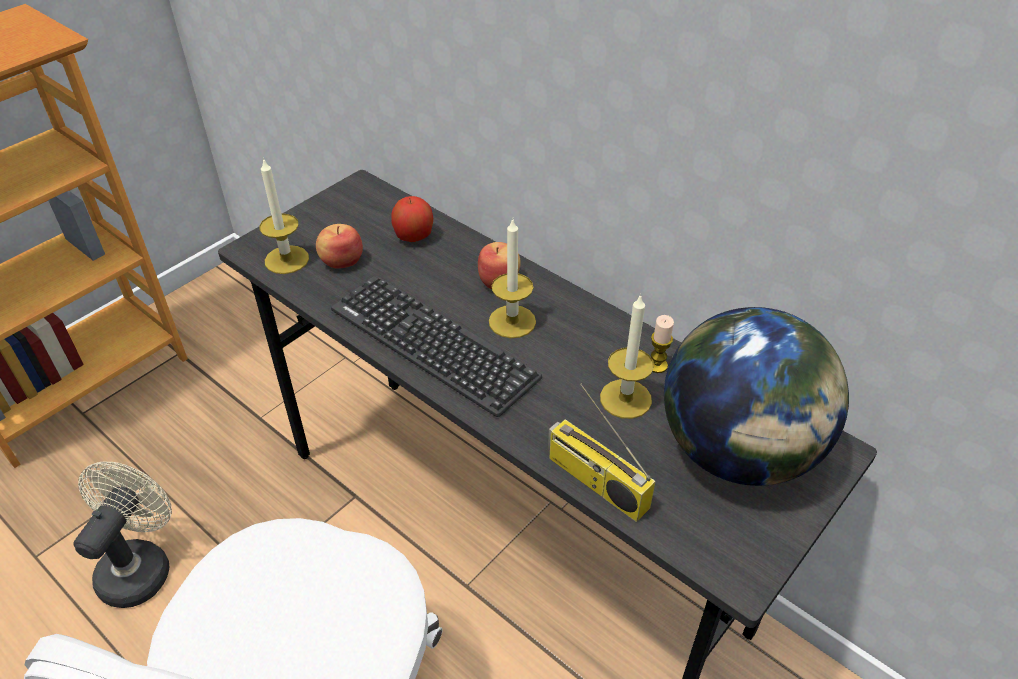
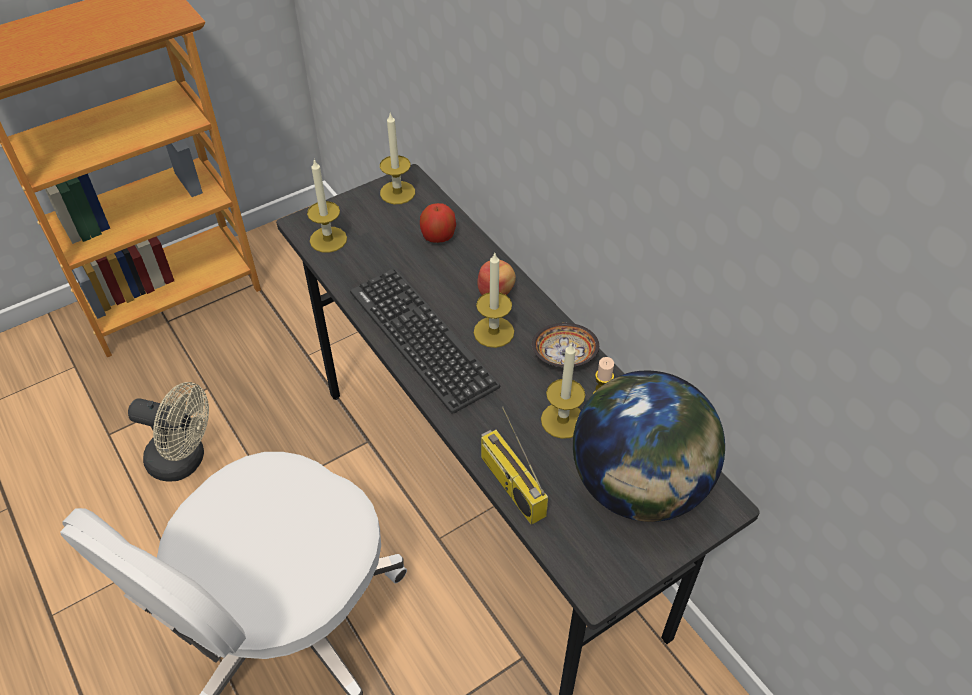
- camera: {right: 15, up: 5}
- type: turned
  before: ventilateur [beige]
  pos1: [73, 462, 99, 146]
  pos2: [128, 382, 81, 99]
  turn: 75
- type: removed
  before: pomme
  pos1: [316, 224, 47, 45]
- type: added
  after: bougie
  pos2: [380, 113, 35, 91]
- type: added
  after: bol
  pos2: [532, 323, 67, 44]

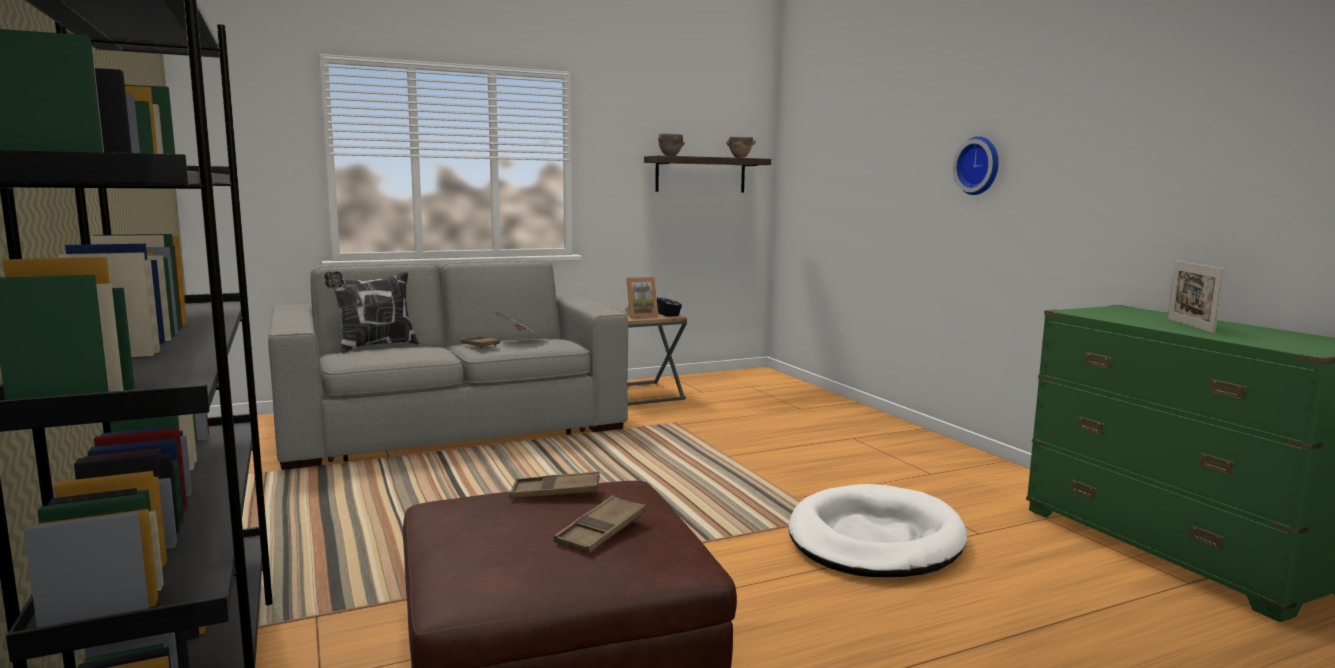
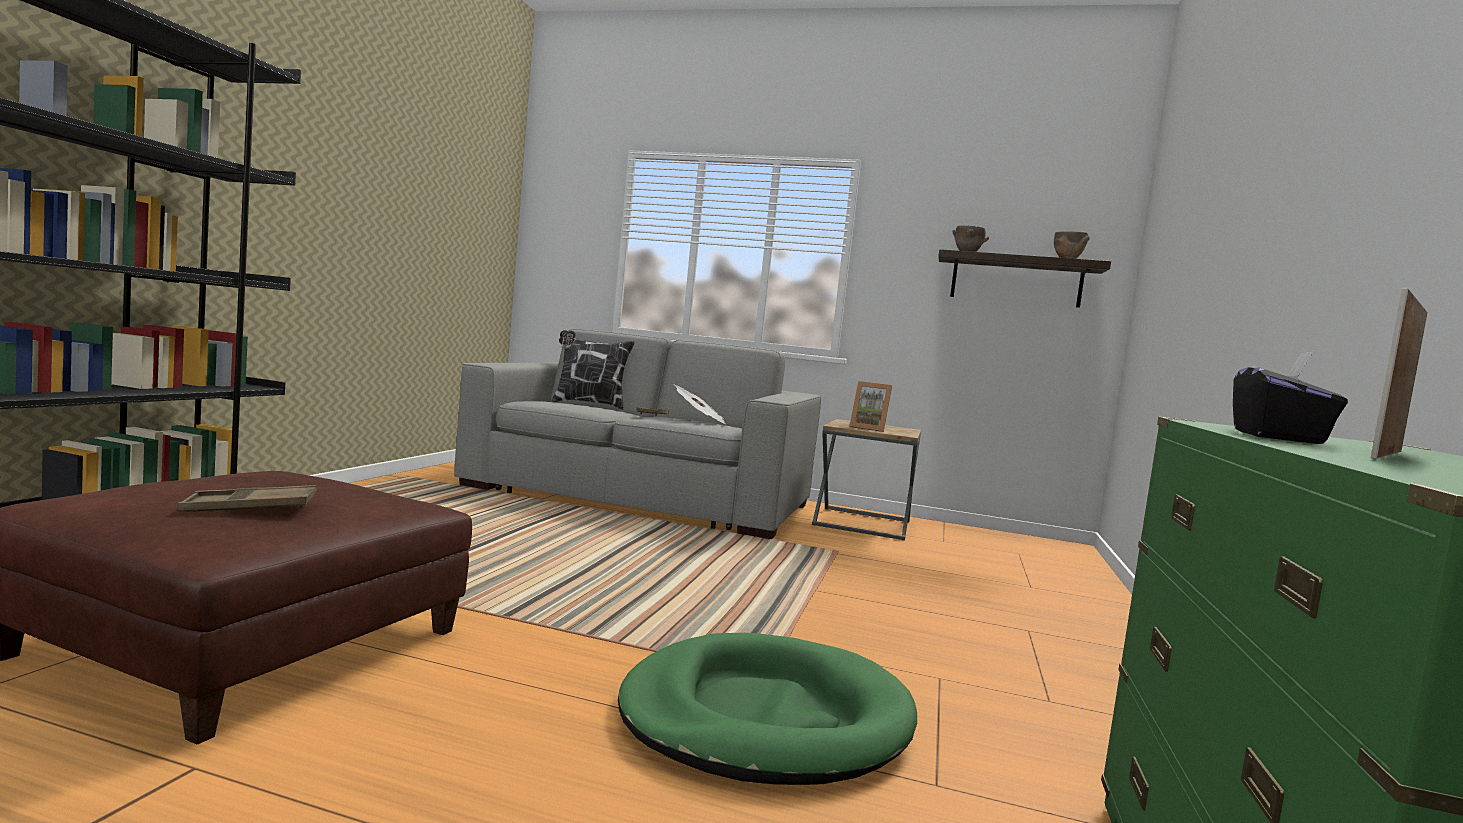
- camera: {right: 40, up: -5}
- type: removed
  before: plateau [marron]
  pos1: [509, 471, 91, 28]
- type: moved
  before: boîte à mouchoirs [noir]
  pos1: [657, 292, 25, 25]
  pos2: [1233, 351, 115, 93]
- type: recoloured
  before: panier pour chien [blanc]
  after: panier pour chien [vert]
  pos1: [789, 484, 178, 93]
  pos2: [618, 633, 299, 152]
- type: removed
  before: horloge murale
  pos1: [953, 136, 46, 59]

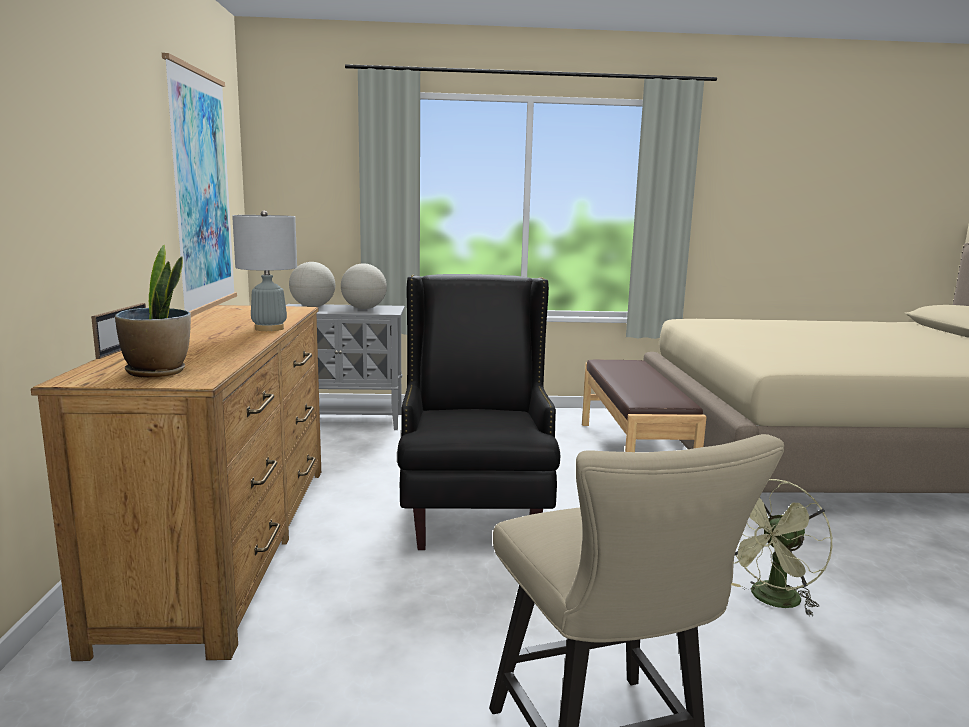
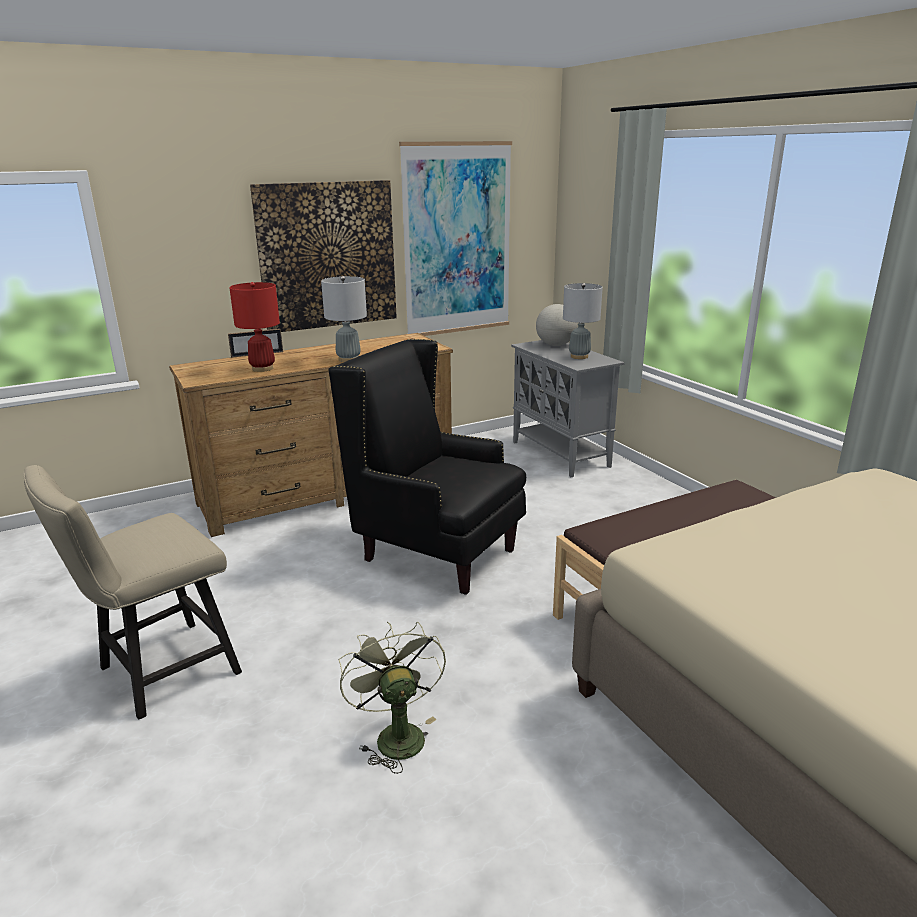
- camera: {right: 65, up: 10}
- type: removed
  before: plante en pot
  pos1: [115, 245, 76, 133]
- type: replaced
  before: globe
  after: lampe de table [gris]
  pos1: [341, 263, 46, 46]
  pos2: [563, 283, 40, 76]
- type: turned
  before: fauteuil [noir]
  pos1: [397, 274, 163, 276]
  pos2: [328, 339, 198, 256]
  turn: -120
- type: turned
  before: ventilateur [vert]
  pos1: [731, 479, 102, 137]
  pos2: [339, 622, 107, 152]
  turn: 45
- type: added
  after: lampe de table [rouge]
  pos2: [229, 282, 51, 90]
- type: added
  after: tableau
  pos2: [250, 180, 147, 152]

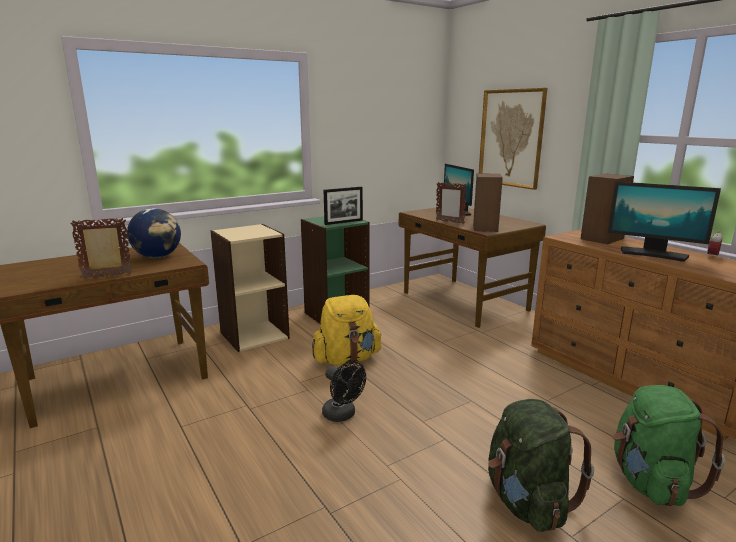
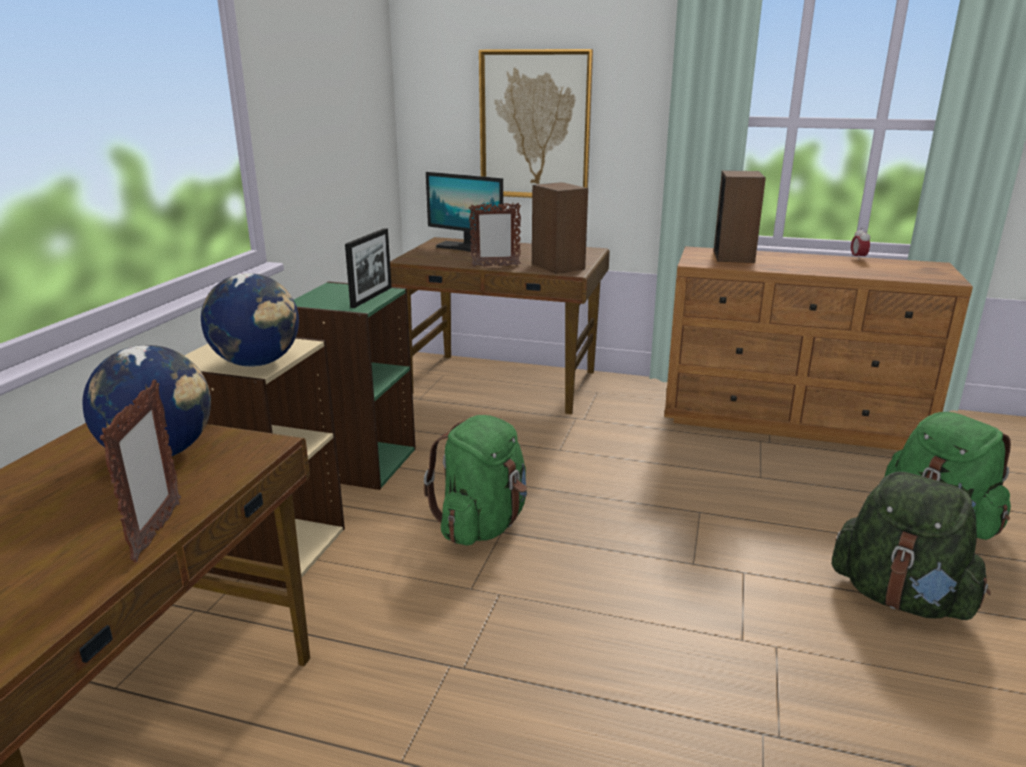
- camera: {right: -40, up: 5}
- type: turned
  before: cadre photo
  pos1: [70, 218, 62, 61]
  pos2: [100, 380, 81, 182]
  turn: 150
- type: recoloured
  before: sac à dos [jaune]
  after: sac à dos [vert]
  pos1: [312, 295, 70, 71]
  pos2: [424, 415, 103, 131]
- type: removed
  before: ventilateur [noir]
  pos1: [322, 361, 44, 61]
- type: removed
  before: écran d'ordinateur
  pos1: [608, 181, 113, 81]
- type: added
  after: globe
  pos2: [201, 273, 98, 94]

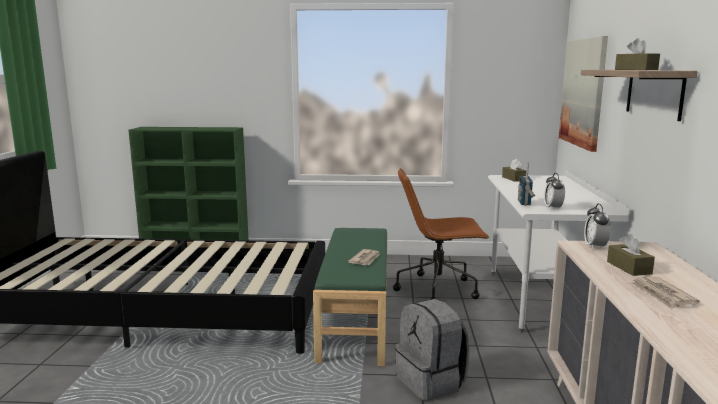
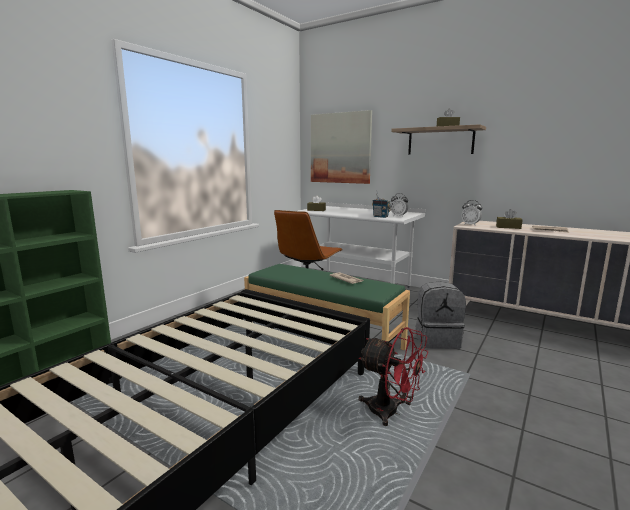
- camera: {right: -60, up: 0}
- type: added
  after: ventilateur [rouge]
  pos2: [359, 327, 69, 99]

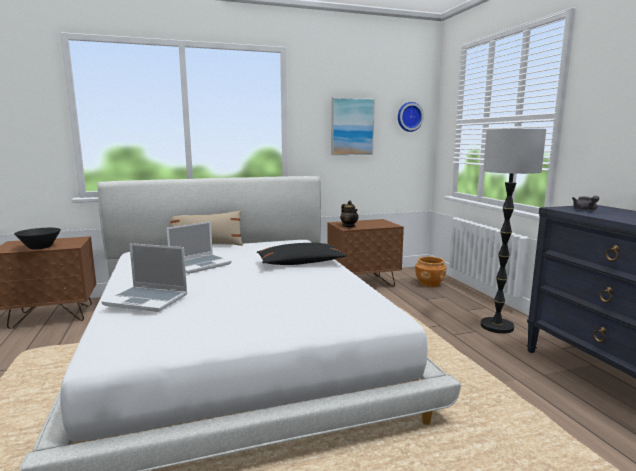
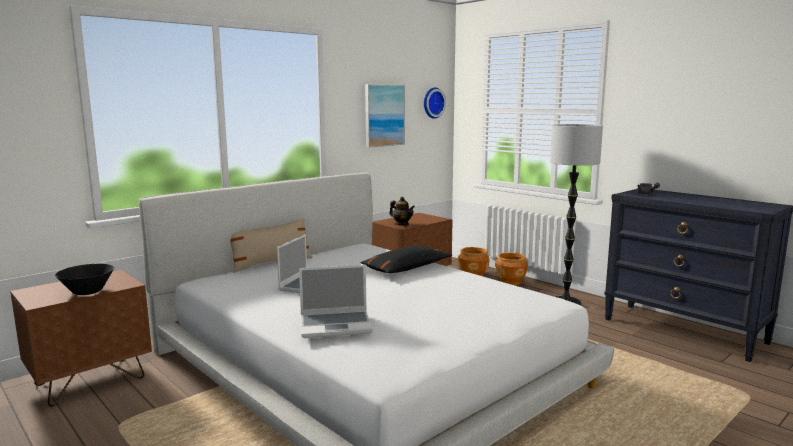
- camera: {right: -25, up: 0}
- type: added
  after: cache-pot [marron]
  pos2: [495, 253, 33, 32]

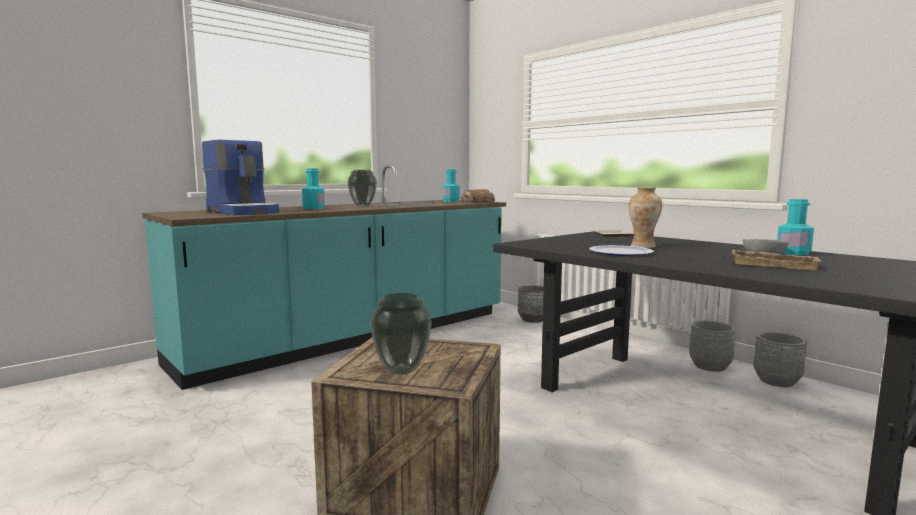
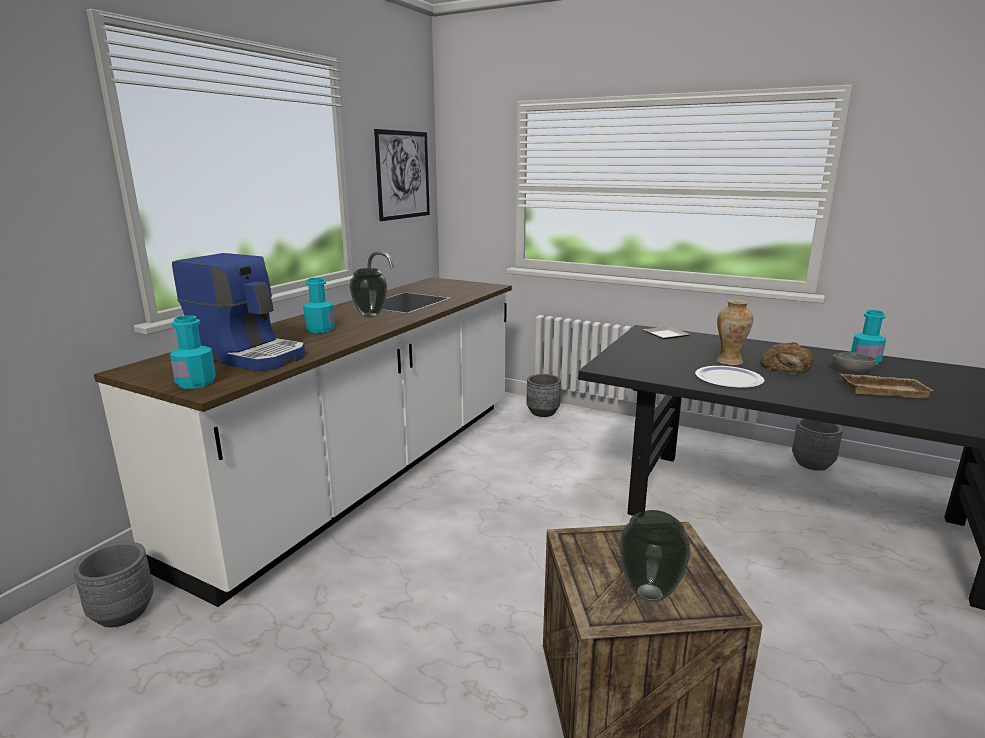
- camera: {right: -20, up: 10}
- type: recoloured
  before: comptoir de cuisine [turquoise]
  after: comptoir de cuisine [blanc]
  pos1: [142, 165, 364, 225]
  pos2: [94, 251, 418, 356]
- type: moved
  before: bouteille [turquoise]
  pos1: [442, 169, 18, 33]
  pos2: [170, 315, 46, 74]
- type: moved
  before: pain
  pos1: [461, 189, 34, 14]
  pos2: [760, 342, 54, 33]
- type: moved
  before: cache-pot [gris]
  pos1: [689, 320, 47, 52]
  pos2: [73, 542, 81, 86]
- type: added
  after: tableau
  pos2: [374, 129, 56, 92]

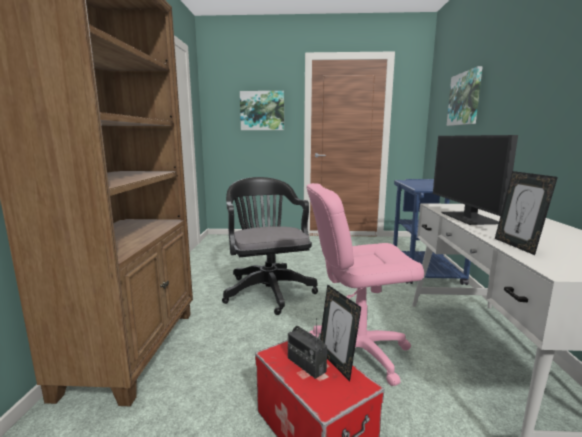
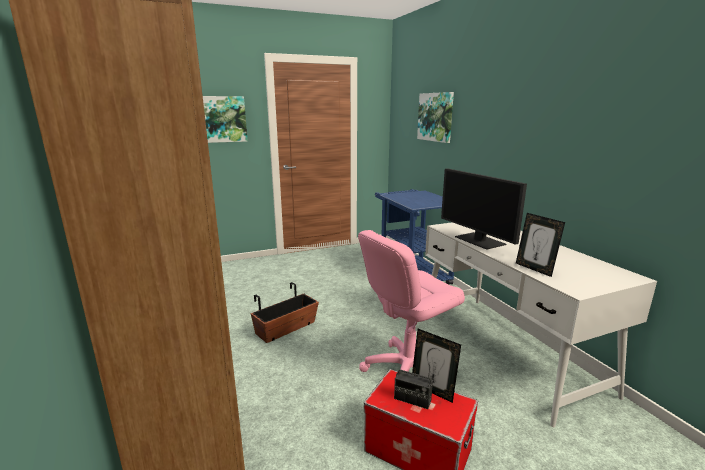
- camera: {right: -25, up: 5}
- type: replaced
  before: chaise de bureau [noir]
  after: cache-pot
  pos1: [222, 177, 96, 138]
  pos2: [251, 282, 68, 61]

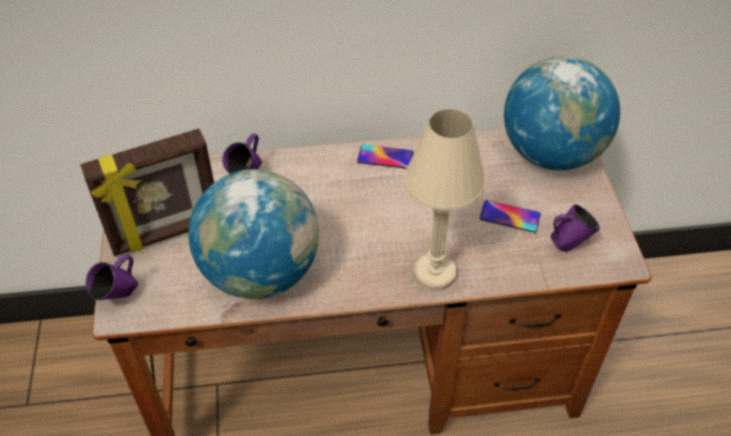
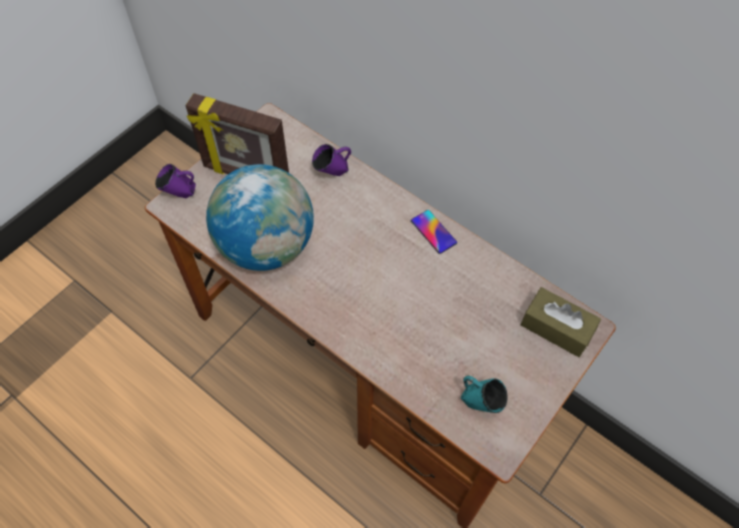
- camera: {right: 45, up: 10}
- type: removed
  before: lampe de table [beige]
  pos1: [404, 108, 82, 183]
- type: removed
  before: téléphone
  pos1: [480, 200, 61, 33]
- type: replaced
  before: globe
  after: boîte à mouchoirs [marron]
  pos1: [504, 56, 116, 114]
  pos2: [521, 287, 80, 70]
- type: recoloured
  before: mug [violet]
  after: mug [turquoise]
  pos1: [551, 204, 49, 48]
  pos2: [461, 376, 47, 37]

